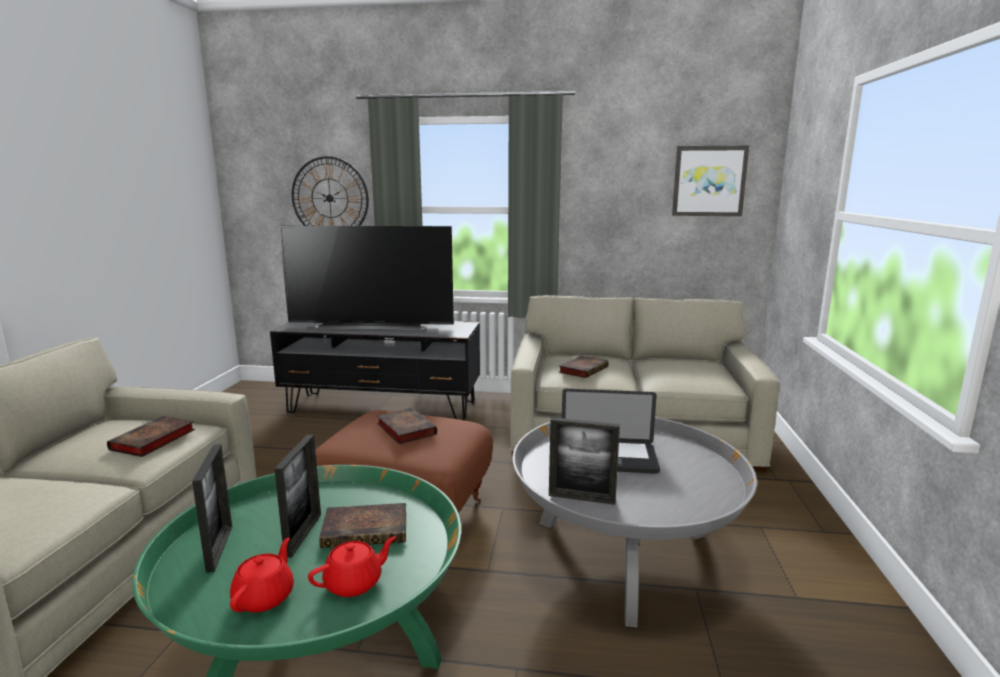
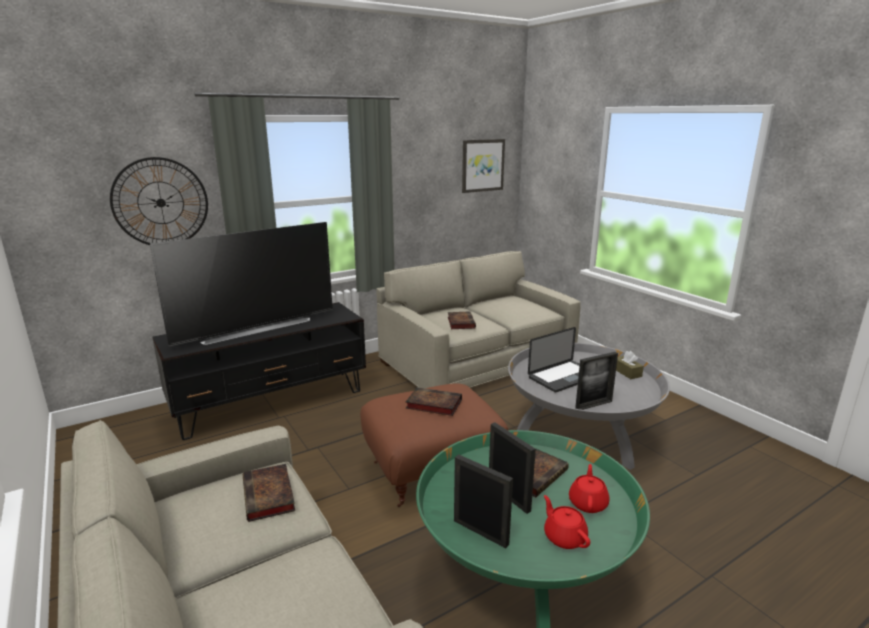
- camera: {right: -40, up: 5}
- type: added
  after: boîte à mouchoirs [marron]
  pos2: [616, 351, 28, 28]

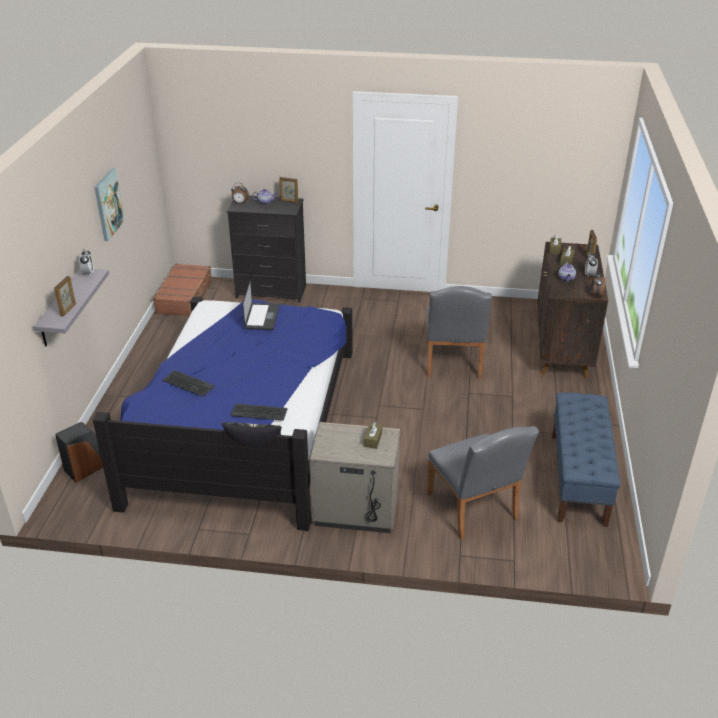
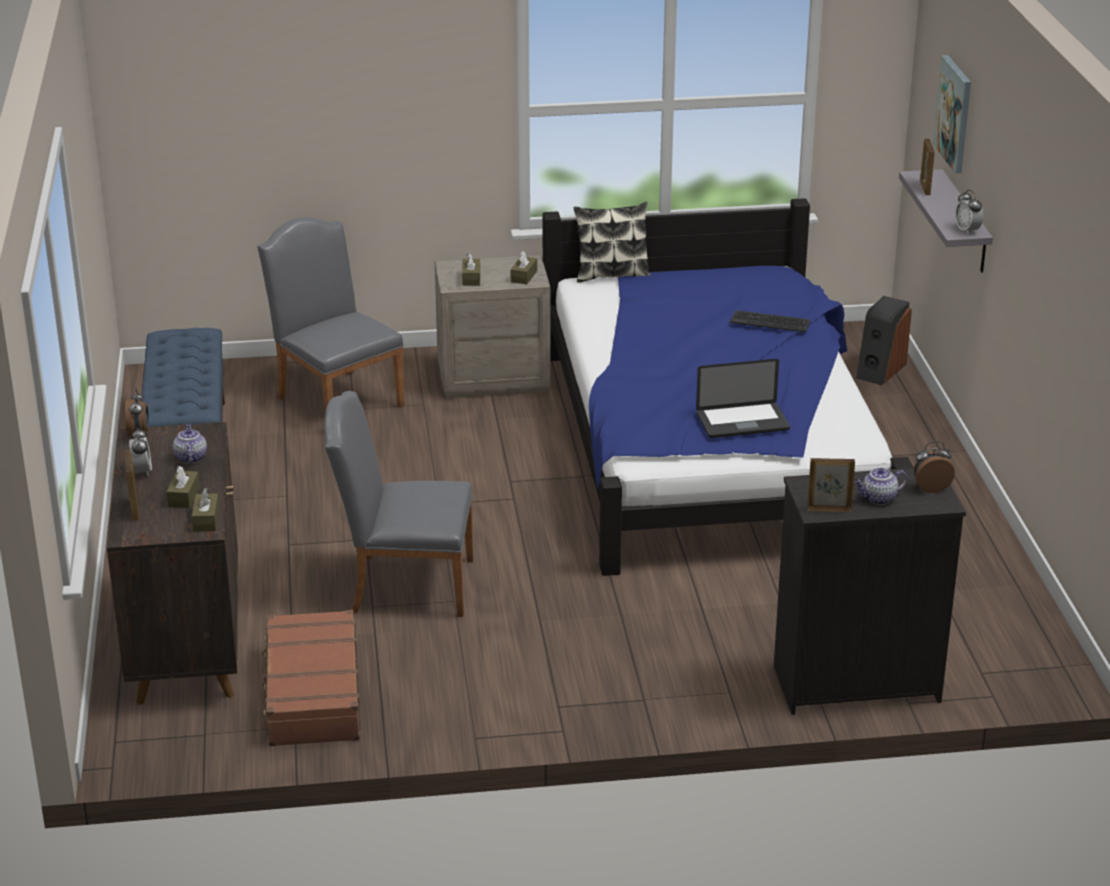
- camera: {right: 165, up: -5}
- type: moved
  before: tableau
  pos1: [95, 168, 30, 73]
  pos2: [933, 55, 38, 118]
- type: moved
  before: valise [marron]
  pos1: [153, 263, 60, 53]
  pos2: [261, 610, 100, 136]
- type: removed
  before: clavier
  pos1: [230, 404, 58, 17]
- type: turned
  before: ordinateur portable
  pos1: [242, 280, 38, 50]
  pos2: [696, 359, 94, 79]
  turn: -90
- type: turned
  before: chaise [gris]
  pos1: [427, 286, 65, 93]
  pos2: [325, 391, 148, 226]
  turn: -75
- type: added
  after: boîte à mouchoirs [marron]
  pos2: [511, 251, 26, 34]

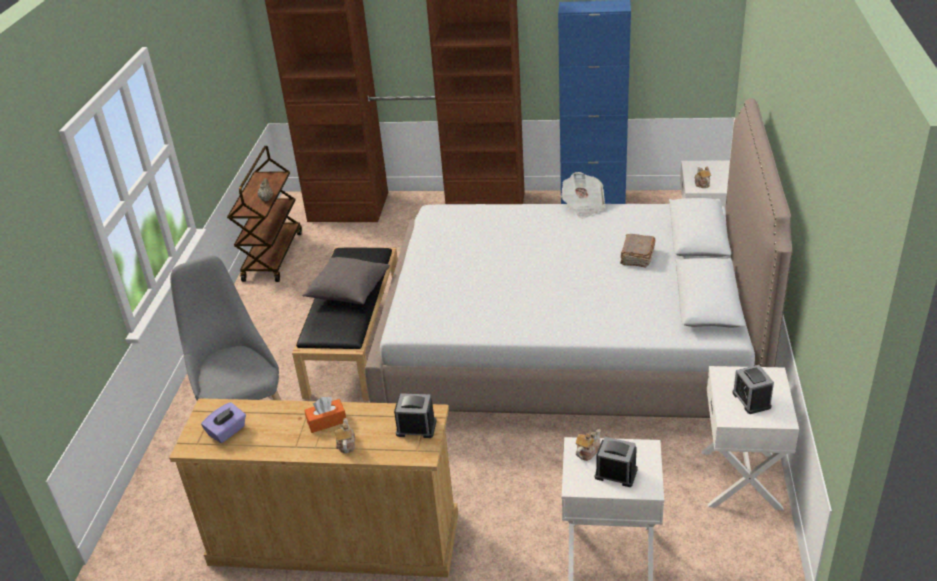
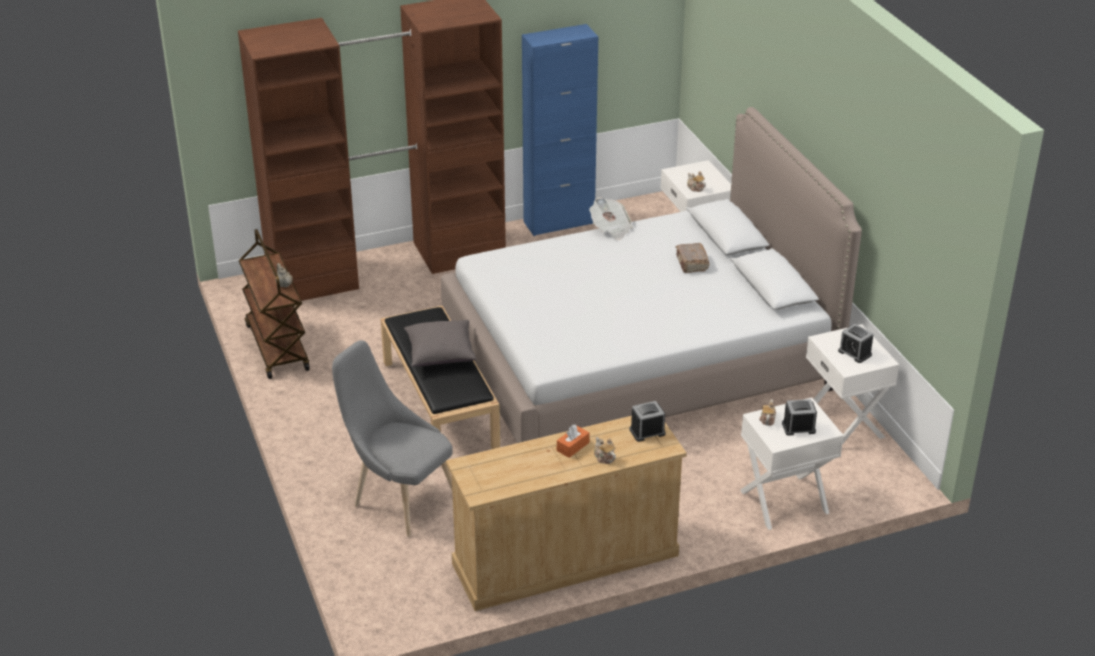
- camera: {right: -30, up: 0}
- type: removed
  before: boîte à mouchoirs [violet]
  pos1: [201, 402, 45, 41]

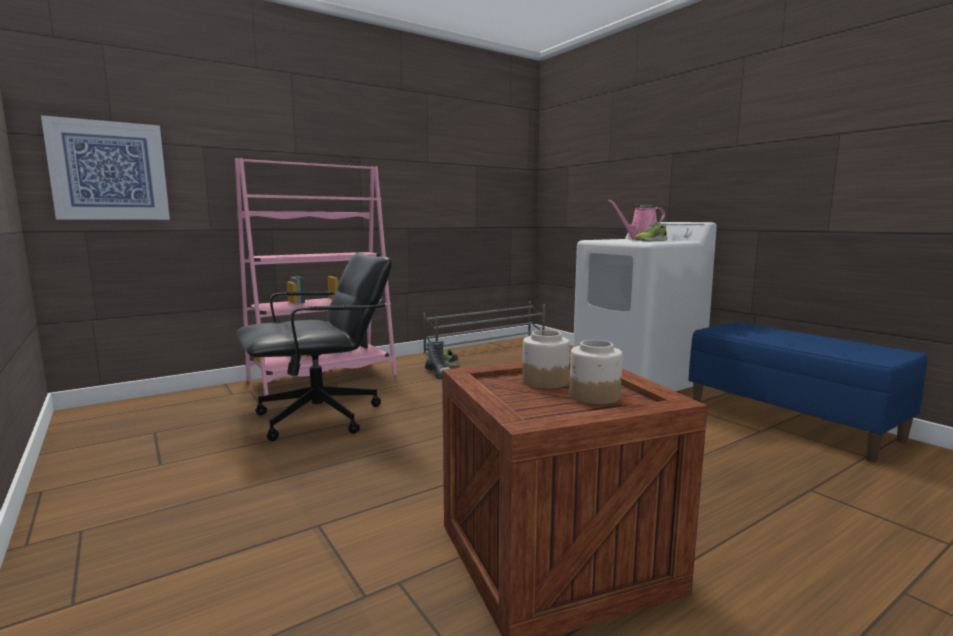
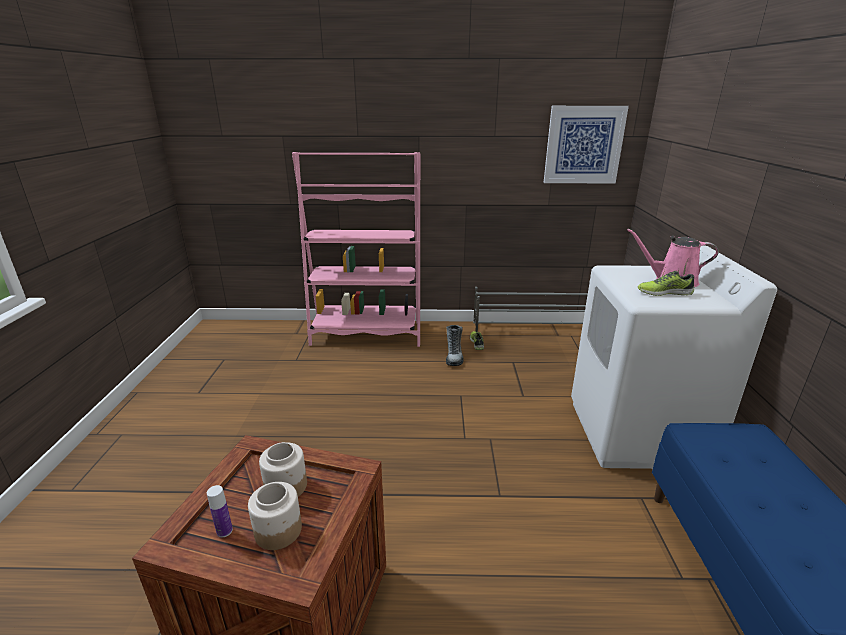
- camera: {right: 35, up: 15}
- type: moved
  before: tableau
  pos1: [41, 115, 129, 105]
  pos2: [544, 106, 85, 77]
- type: removed
  before: chaise de bureau [noir]
  pos1: [236, 252, 156, 189]
- type: added
  after: bouteille
  pos2: [207, 485, 26, 53]

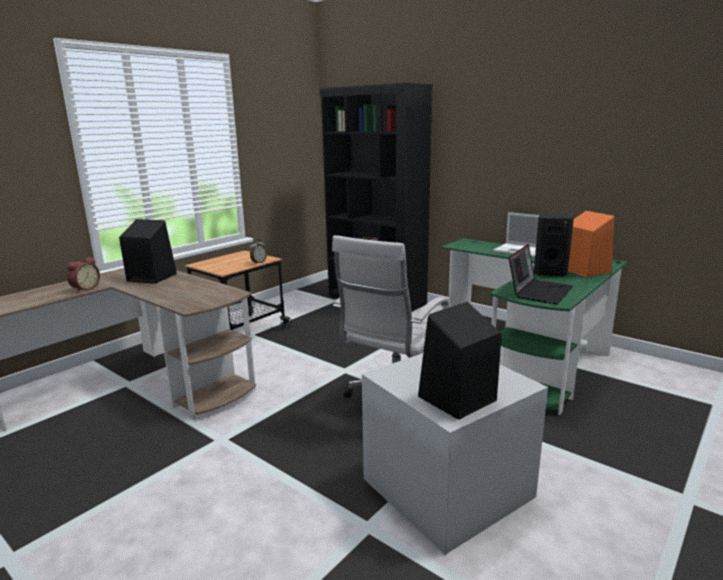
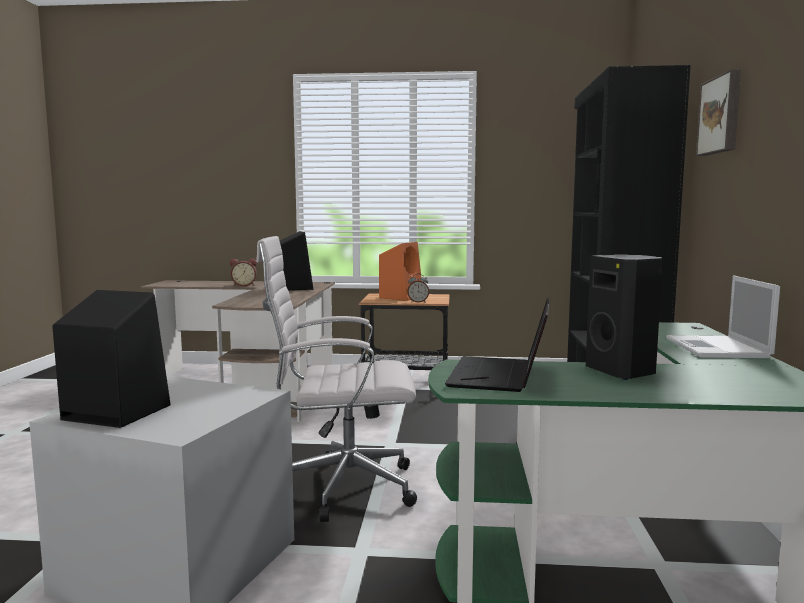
- camera: {right: 55, up: -10}
- type: turned
  before: ordinateur portable
  pos1: [509, 244, 64, 60]
  pos2: [445, 297, 104, 95]
  turn: 105
- type: moved
  before: enceinte [orange]
  pos1: [568, 211, 46, 66]
  pos2: [379, 242, 43, 59]
- type: added
  after: tableau
  pos2: [696, 69, 45, 87]

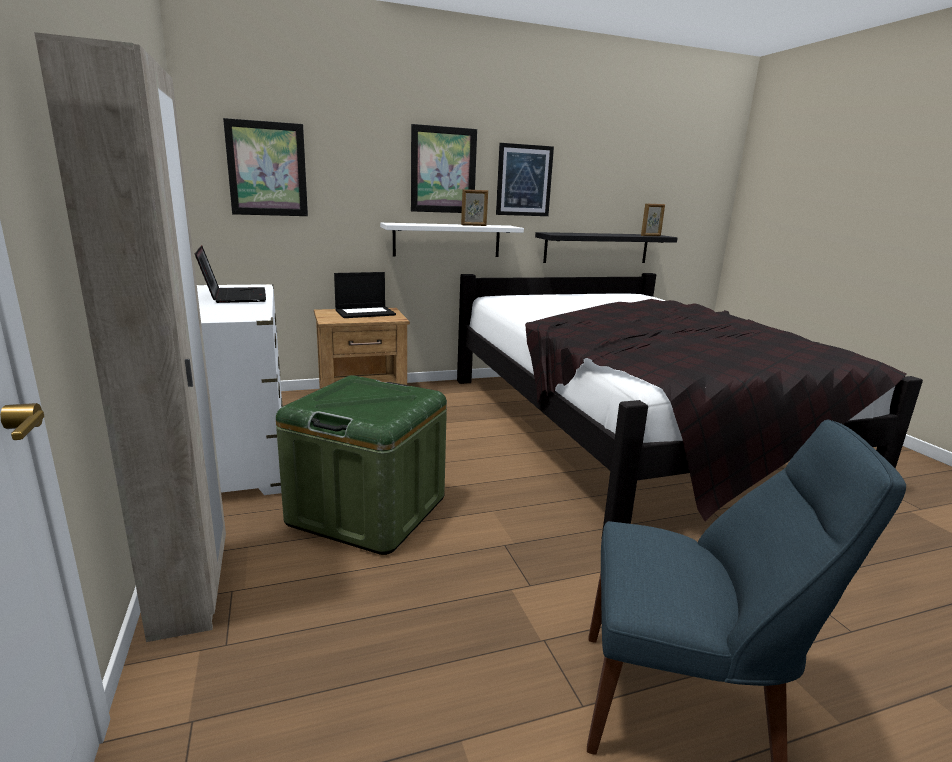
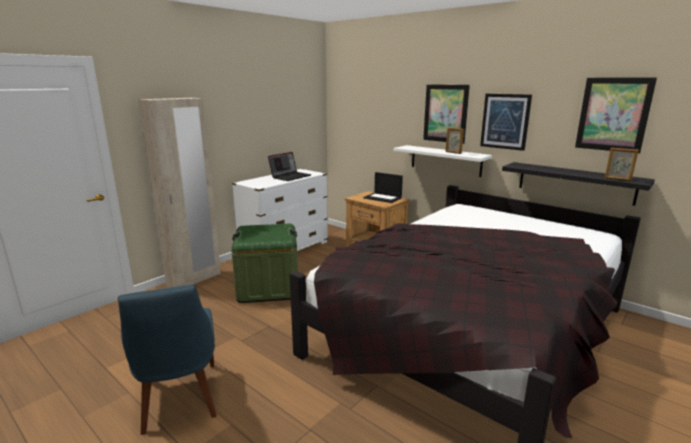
- camera: {right: 60, up: 0}
- type: moved
  before: tableau
  pos1: [223, 118, 85, 98]
  pos2: [575, 78, 82, 75]

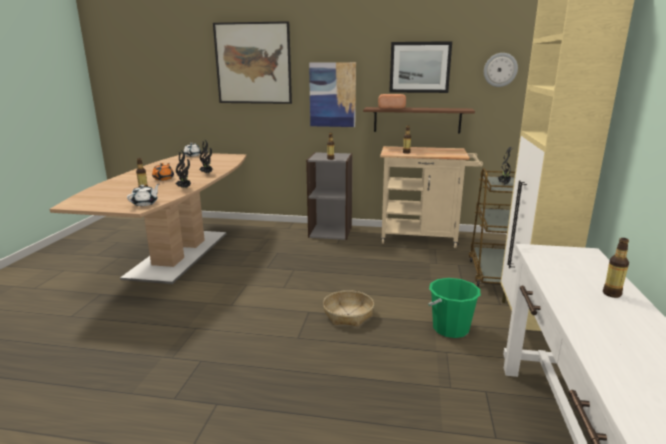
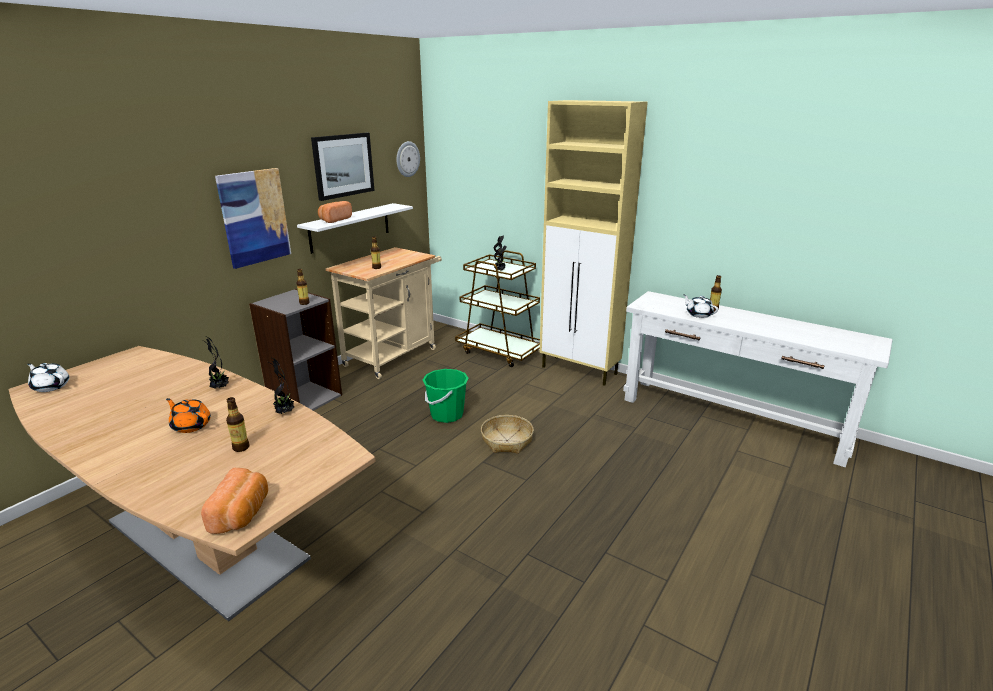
- camera: {right: -65, up: 5}
- type: moved
  before: théière [blanc]
  pos1: [127, 184, 33, 22]
  pos2: [683, 294, 35, 24]
- type: removed
  before: tableau
  pos1: [213, 21, 79, 83]
- type: recoloured
  before: étagère [marron]
  after: étagère [blanc]
  pos1: [363, 107, 112, 27]
  pos2: [297, 203, 116, 51]
- type: moved
  before: seau [vert]
  pos1: [428, 278, 53, 60]
  pos2: [423, 369, 46, 54]
- type: added
  after: pain
  pos2: [201, 468, 67, 66]

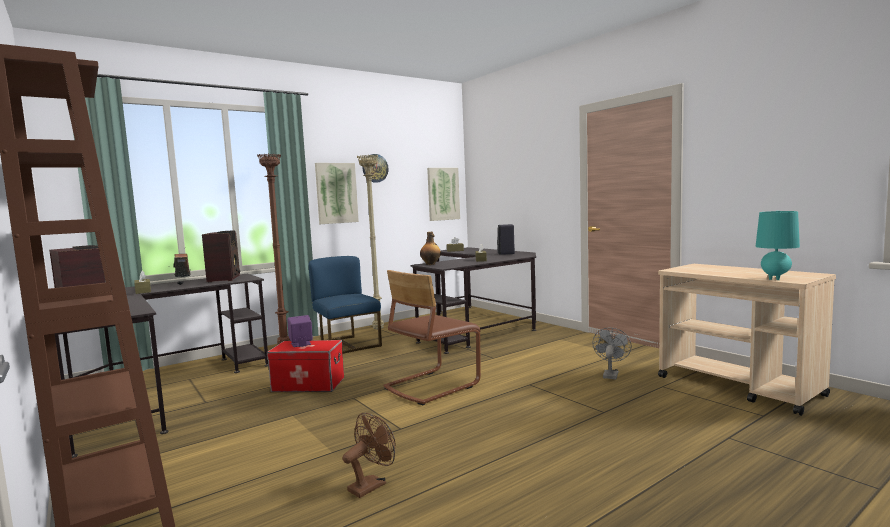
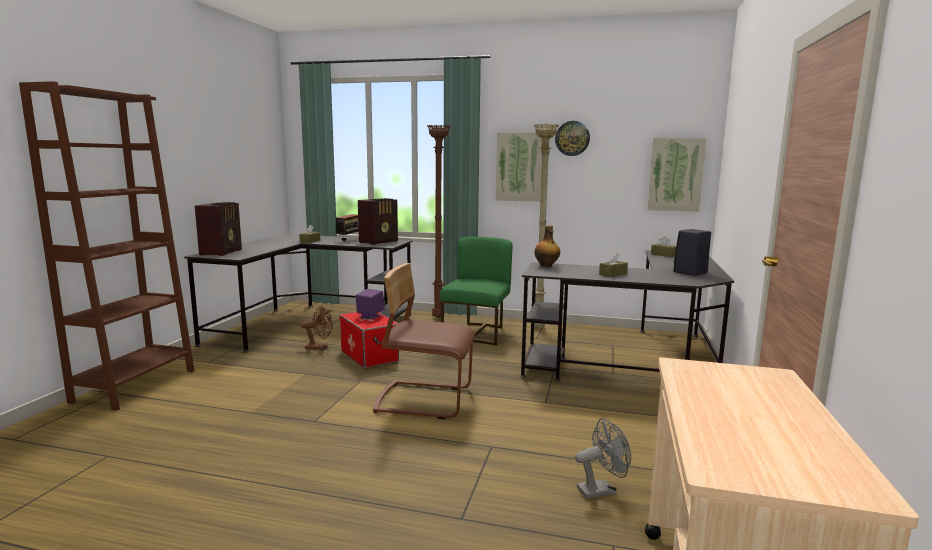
- camera: {right: 50, up: 5}
- type: recoloured
  before: chaise [bleu]
  after: chaise [vert]
  pos1: [308, 256, 74, 98]
  pos2: [439, 237, 74, 109]
- type: moved
  before: ventilateur [marron]
  pos1: [343, 413, 53, 85]
  pos2: [301, 306, 32, 44]
- type: removed
  before: lampe de table [turquoise]
  pos1: [755, 211, 45, 69]

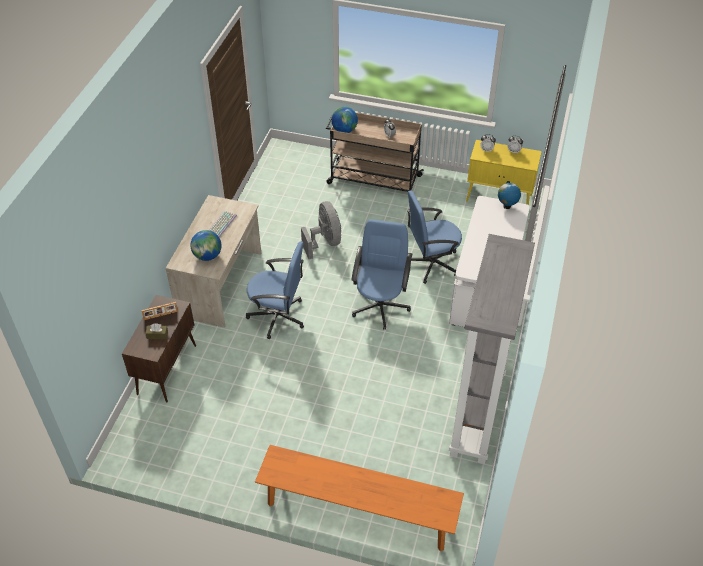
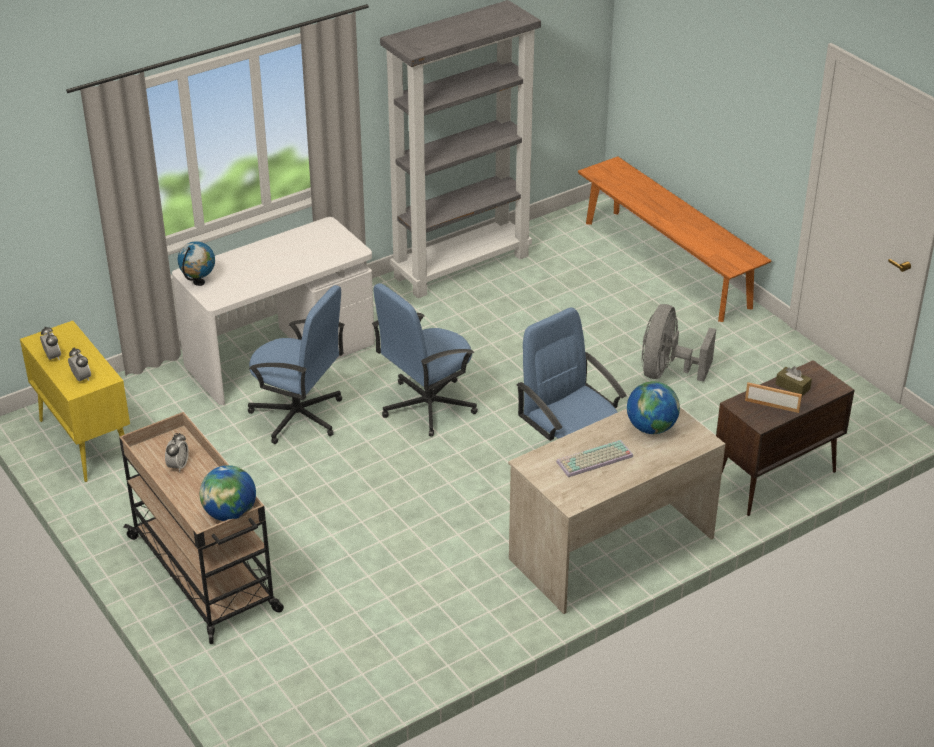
- camera: {right: -140, up: -10}
- type: moved
  before: ventilateur [gris]
  pos1: [301, 201, 40, 58]
  pos2: [642, 304, 74, 78]

